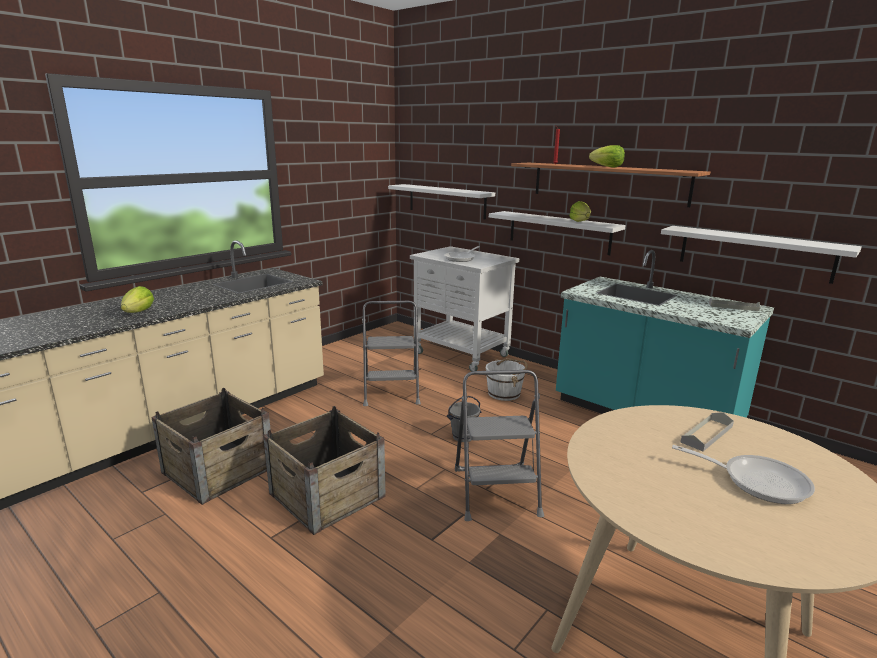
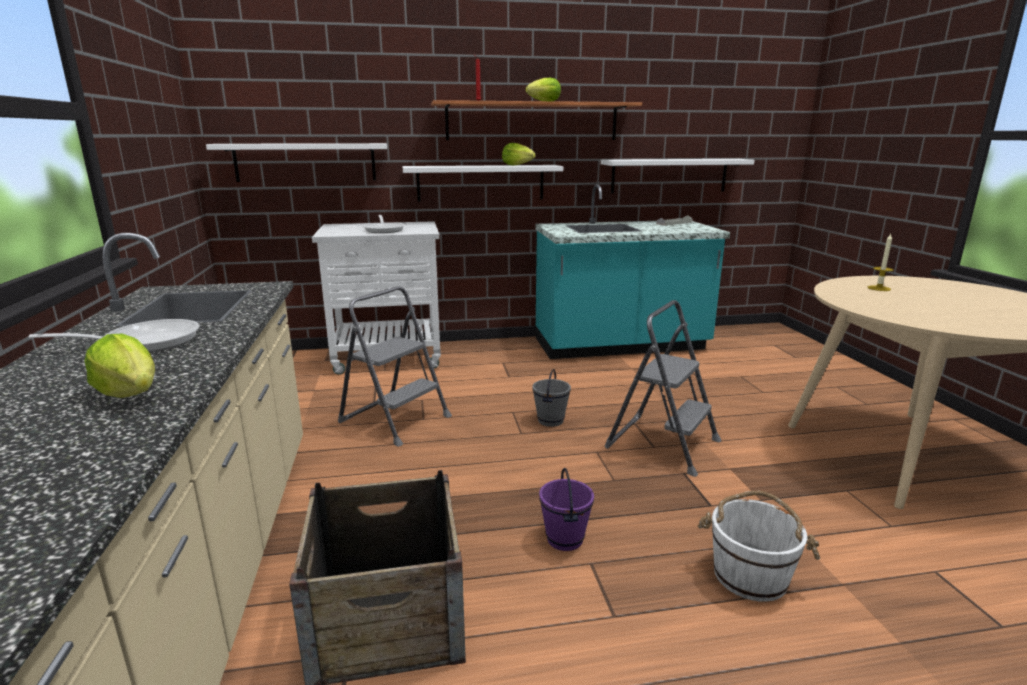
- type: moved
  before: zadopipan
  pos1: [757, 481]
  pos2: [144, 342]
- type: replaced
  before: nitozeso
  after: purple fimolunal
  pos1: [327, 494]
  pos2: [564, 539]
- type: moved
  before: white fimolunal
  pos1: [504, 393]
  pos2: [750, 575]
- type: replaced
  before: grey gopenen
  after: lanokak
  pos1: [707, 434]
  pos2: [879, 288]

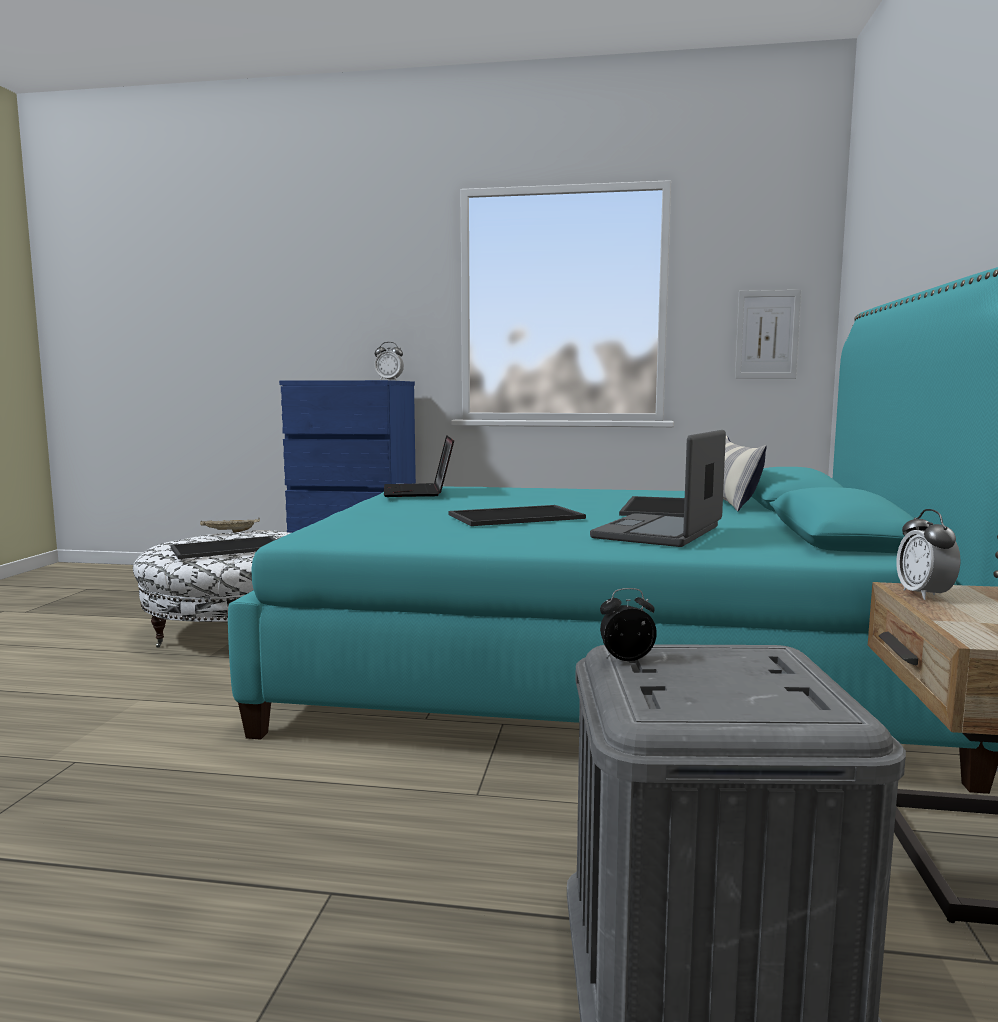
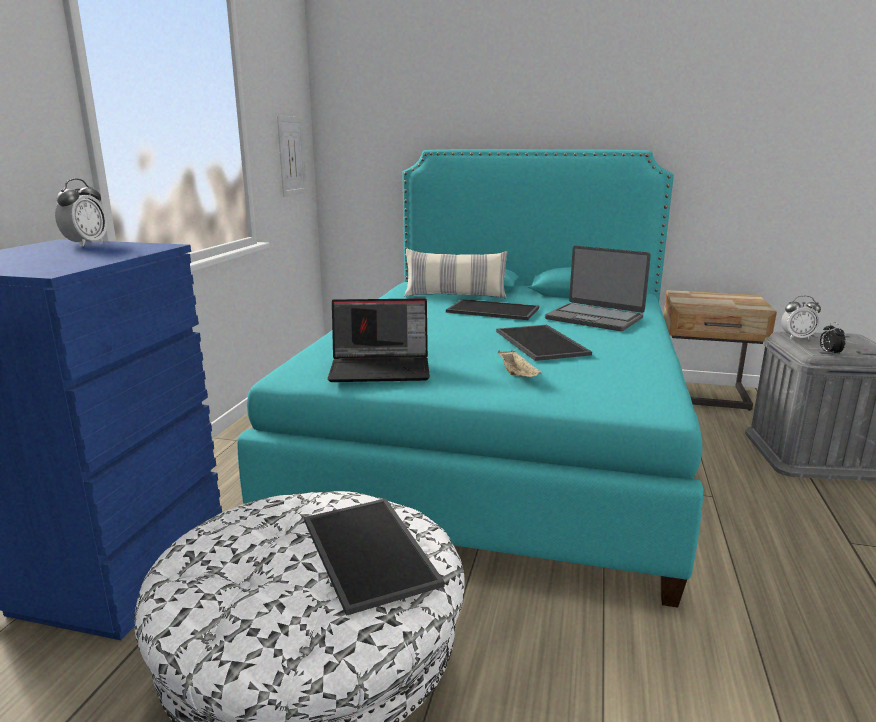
- type: moved
  before: beige gopenen
  pos1: [229, 532]
  pos2: [518, 376]
- type: moved
  before: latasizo
  pos1: [924, 595]
  pos2: [797, 338]

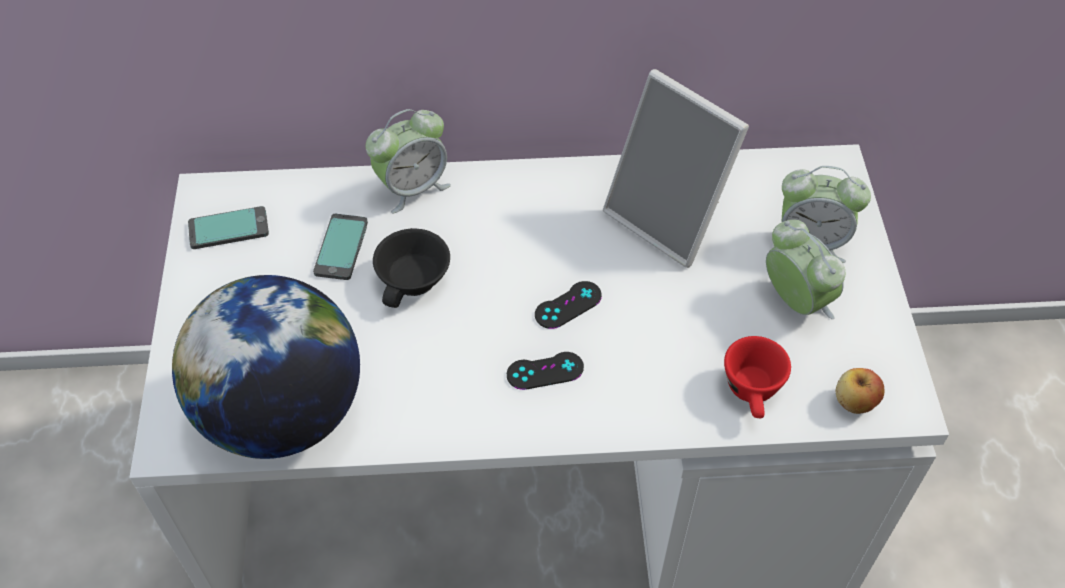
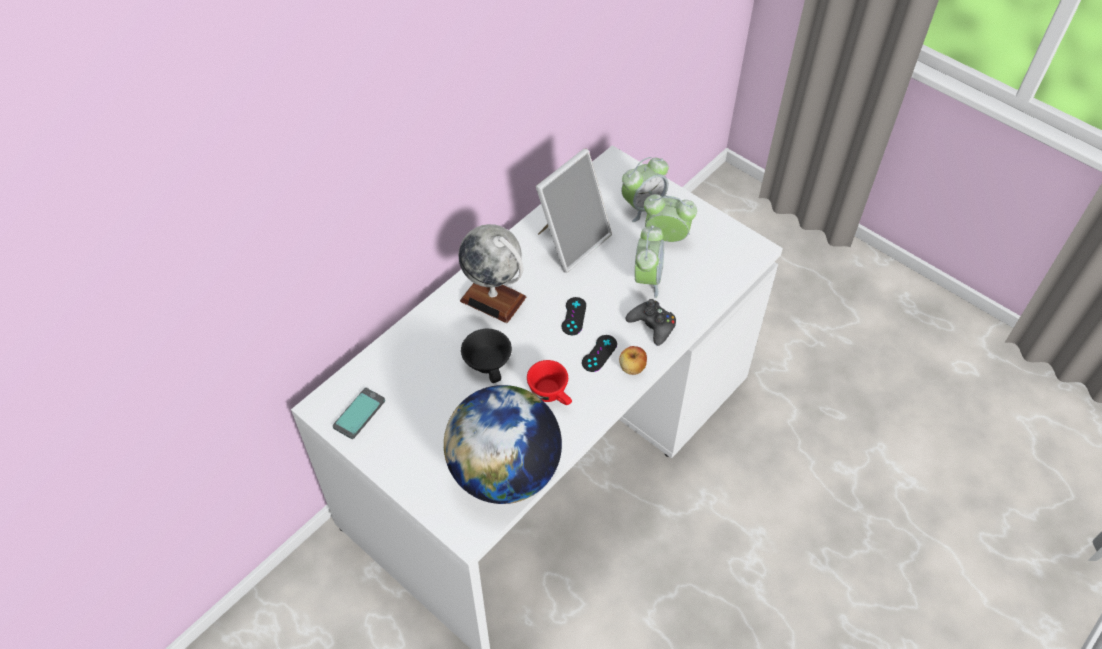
- type: added
  after: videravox
  pos2: [493, 299]
- type: moved
  before: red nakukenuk
  pos1: [753, 393]
  pos2: [552, 394]
- type: turned
  before: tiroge
  pos1: [670, 218]
  pos2: [571, 241]
  turn: -45
- type: moved
  before: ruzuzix
  pos1: [854, 402]
  pos2: [632, 368]
- type: added
  after: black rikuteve
  pos2: [652, 325]
- type: moved
  before: latasizo
  pos1: [412, 187]
  pos2: [647, 279]
- type: removed
  before: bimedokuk
  pos1: [341, 248]

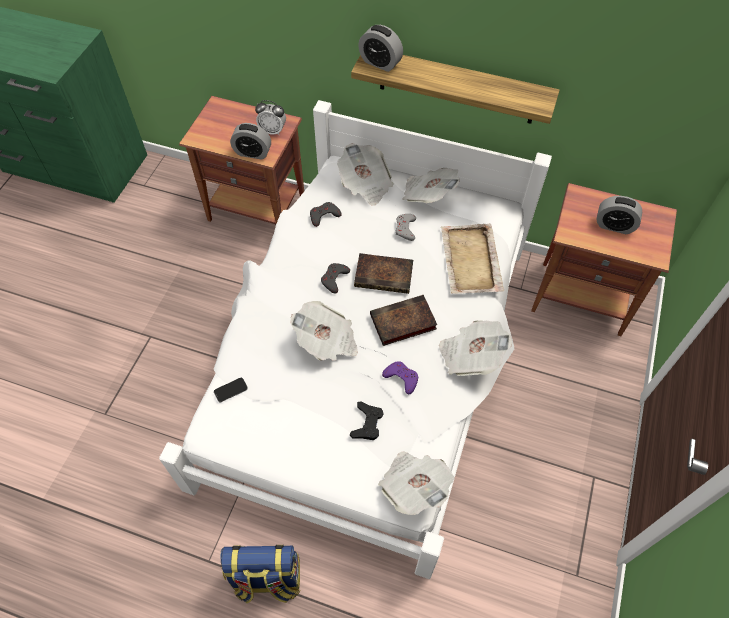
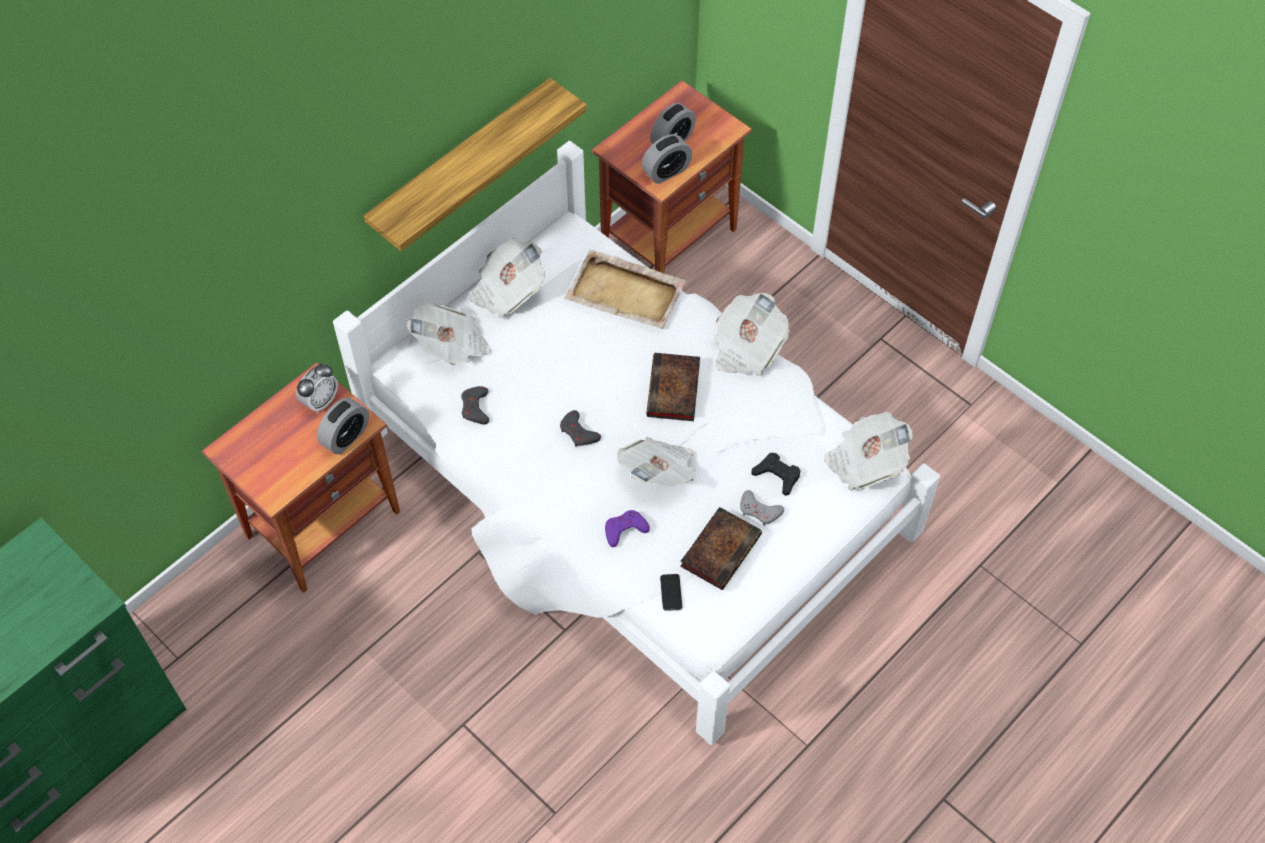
- type: moved
  before: purple rikuteve
  pos1: [401, 378]
  pos2: [625, 530]
- type: moved
  before: latasizo
  pos1: [380, 63]
  pos2: [666, 172]
- type: moved
  before: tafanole
  pos1: [385, 275]
  pos2: [721, 549]
- type: moved
  before: grey rikuteve
  pos1: [405, 229]
  pos2: [759, 511]
- type: removed
  before: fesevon
  pos1: [267, 579]

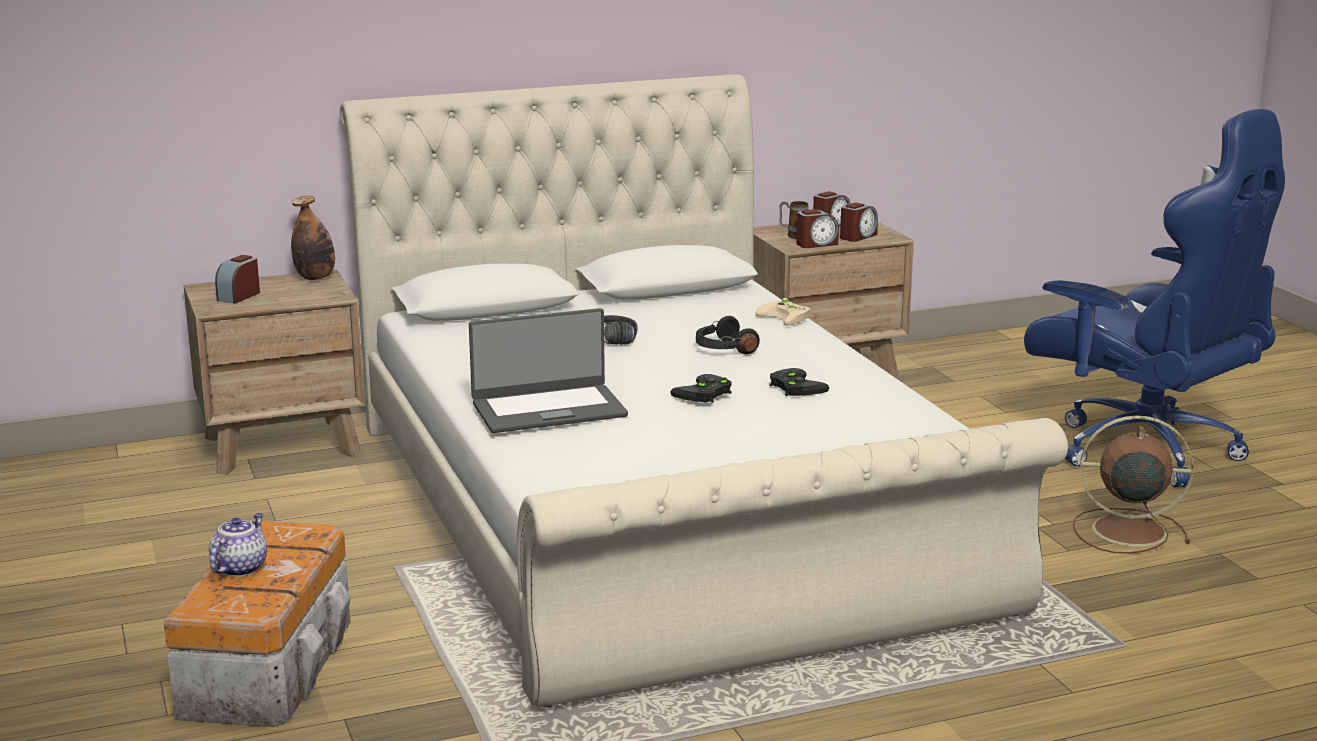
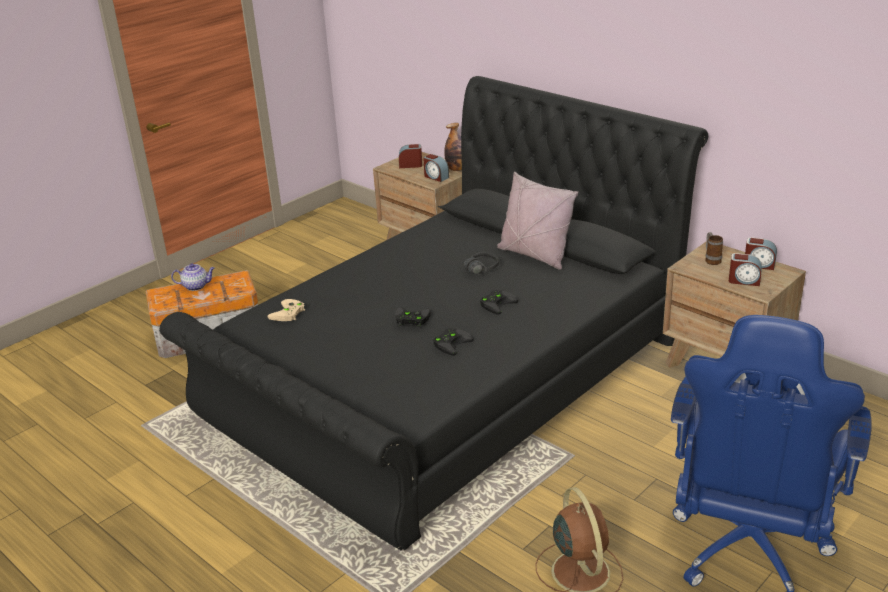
- type: recoloured
  before: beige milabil
  after: black milabil
  pos1: [657, 510]
  pos2: [448, 375]
- type: moved
  before: beige rikuteve
  pos1: [787, 317]
  pos2: [288, 314]
- type: moved
  before: latasizo
  pos1: [816, 244]
  pos2: [436, 177]
- type: replaced
  before: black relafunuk
  after: black rikuteve
  pos1: [723, 348]
  pos2: [497, 303]
- type: added
  after: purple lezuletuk
  pos2: [534, 255]
- type: removed
  before: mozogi
  pos1: [548, 409]

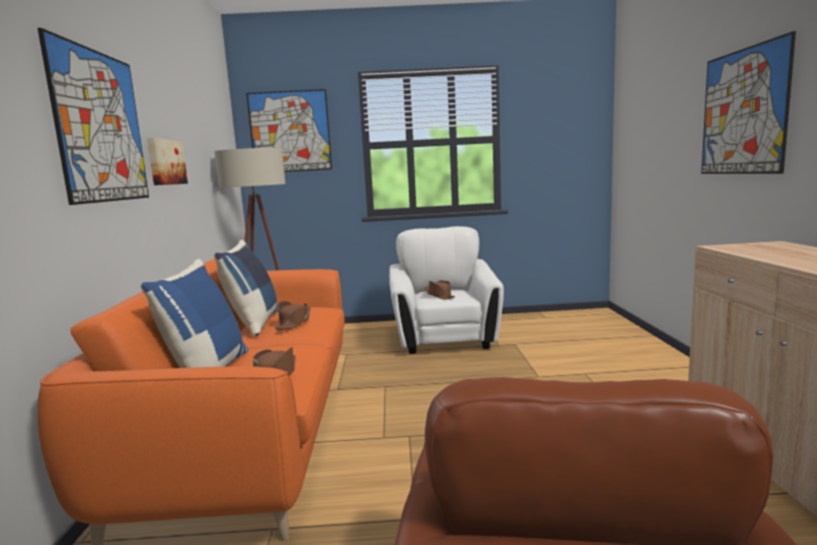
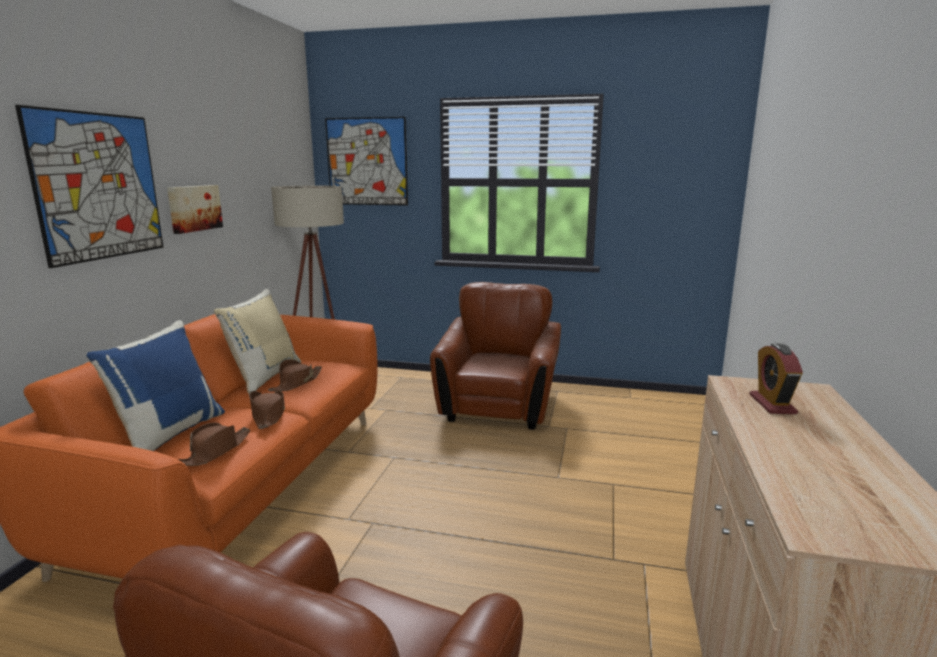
- type: recoloured
  before: blue lezuletuk
  after: beige lezuletuk
  pos1: [253, 323]
  pos2: [264, 376]
- type: moved
  before: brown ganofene
  pos1: [439, 295]
  pos2: [268, 415]
- type: recoloured
  before: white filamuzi
  after: brown filamuzi
  pos1: [444, 338]
  pos2: [498, 407]
- type: added
  after: latasizo
  pos2: [772, 404]
- type: removed
  before: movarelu
  pos1: [743, 112]

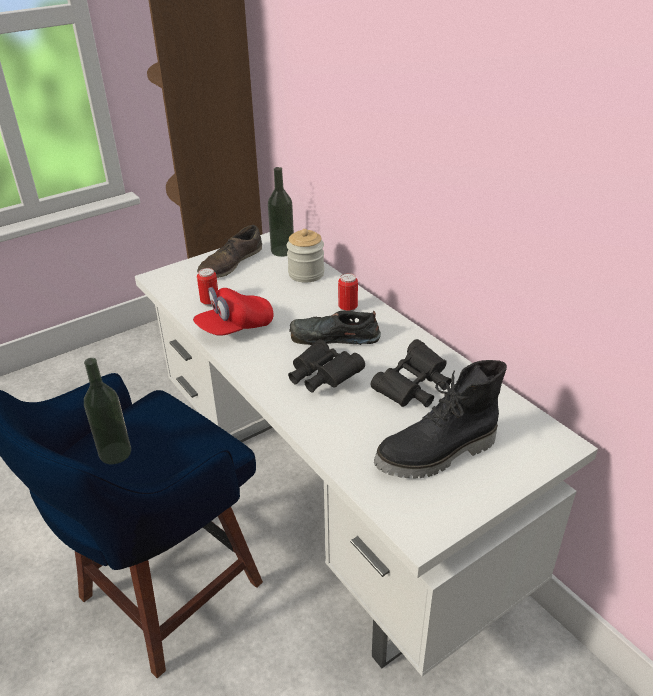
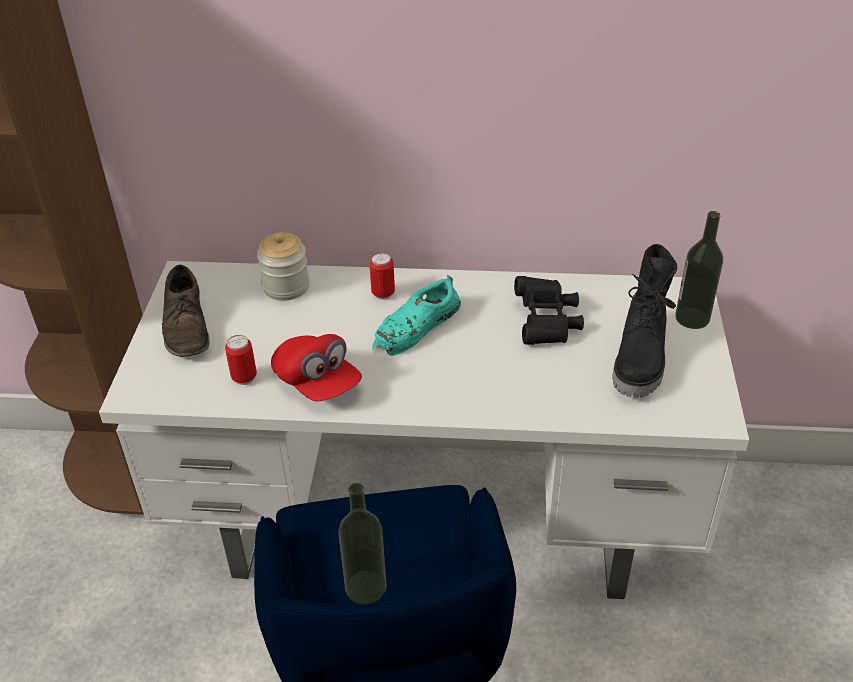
- type: turned
  before: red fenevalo
  pos1: [235, 328]
  pos2: [317, 382]
  turn: -45
- type: recoloured
  before: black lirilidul
  after: turquoise lirilidul
  pos1: [333, 337]
  pos2: [416, 327]
- type: moved
  before: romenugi
  pos1: [282, 251]
  pos2: [692, 318]
- type: removed
  before: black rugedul
  pos1: [322, 378]

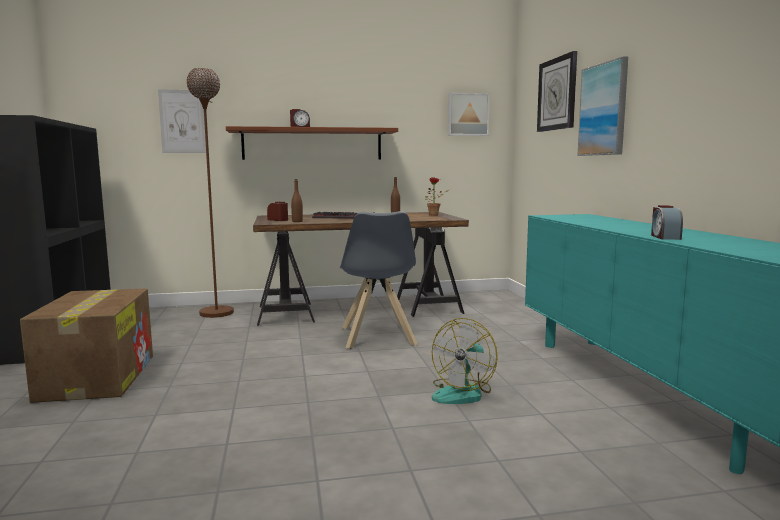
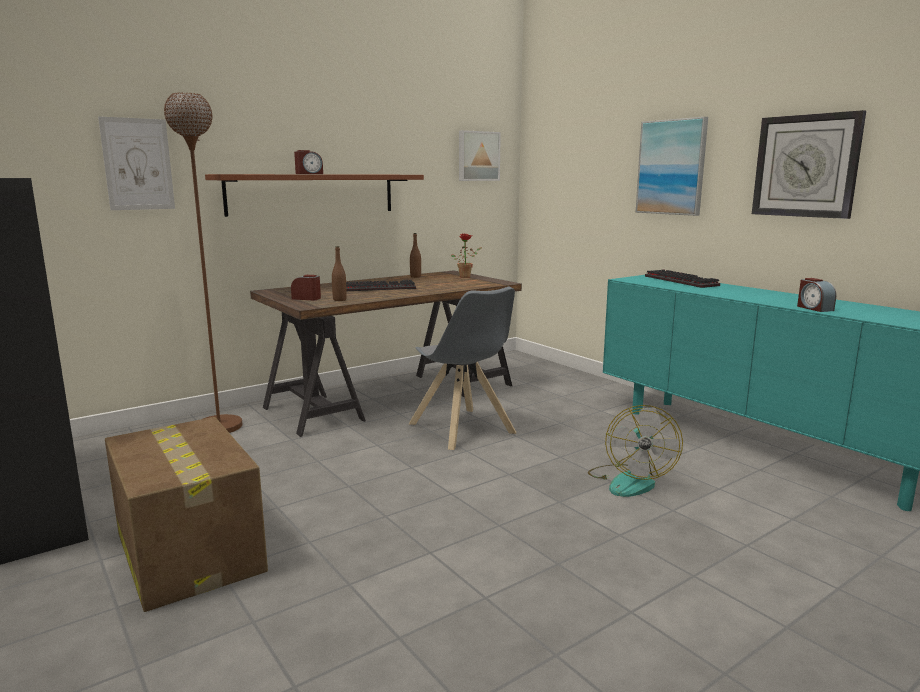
- type: added
  after: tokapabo
  pos2: [683, 281]
- type: moved
  before: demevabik
  pos1: [557, 94]
  pos2: [806, 166]

